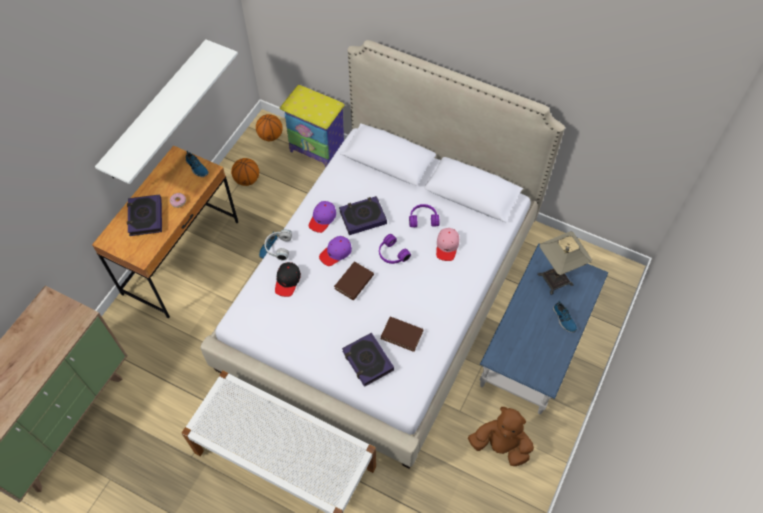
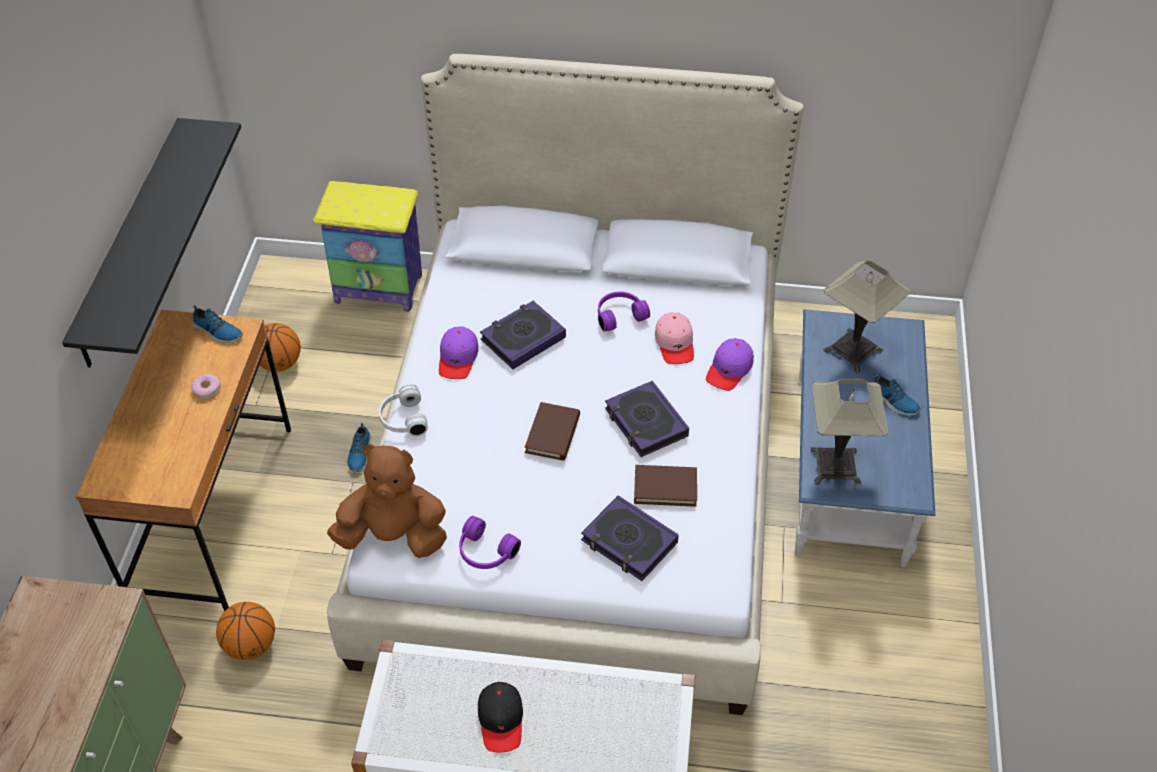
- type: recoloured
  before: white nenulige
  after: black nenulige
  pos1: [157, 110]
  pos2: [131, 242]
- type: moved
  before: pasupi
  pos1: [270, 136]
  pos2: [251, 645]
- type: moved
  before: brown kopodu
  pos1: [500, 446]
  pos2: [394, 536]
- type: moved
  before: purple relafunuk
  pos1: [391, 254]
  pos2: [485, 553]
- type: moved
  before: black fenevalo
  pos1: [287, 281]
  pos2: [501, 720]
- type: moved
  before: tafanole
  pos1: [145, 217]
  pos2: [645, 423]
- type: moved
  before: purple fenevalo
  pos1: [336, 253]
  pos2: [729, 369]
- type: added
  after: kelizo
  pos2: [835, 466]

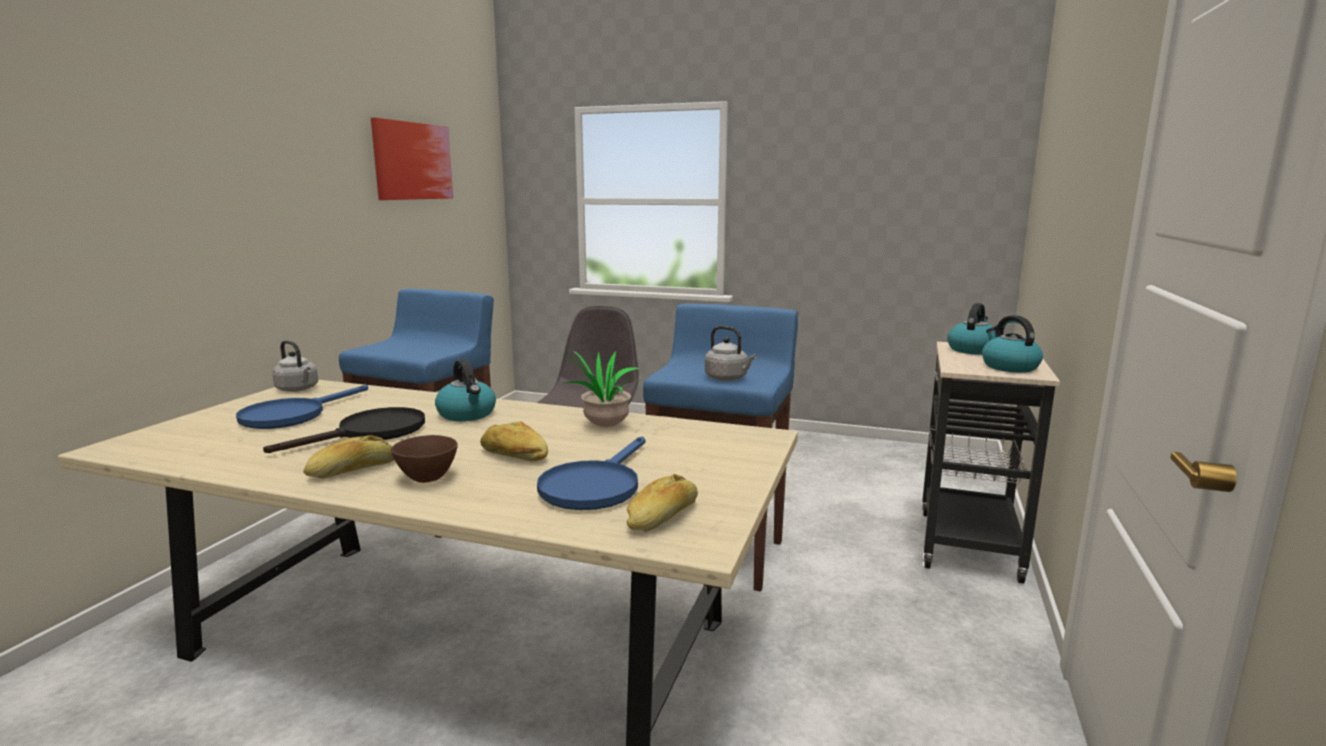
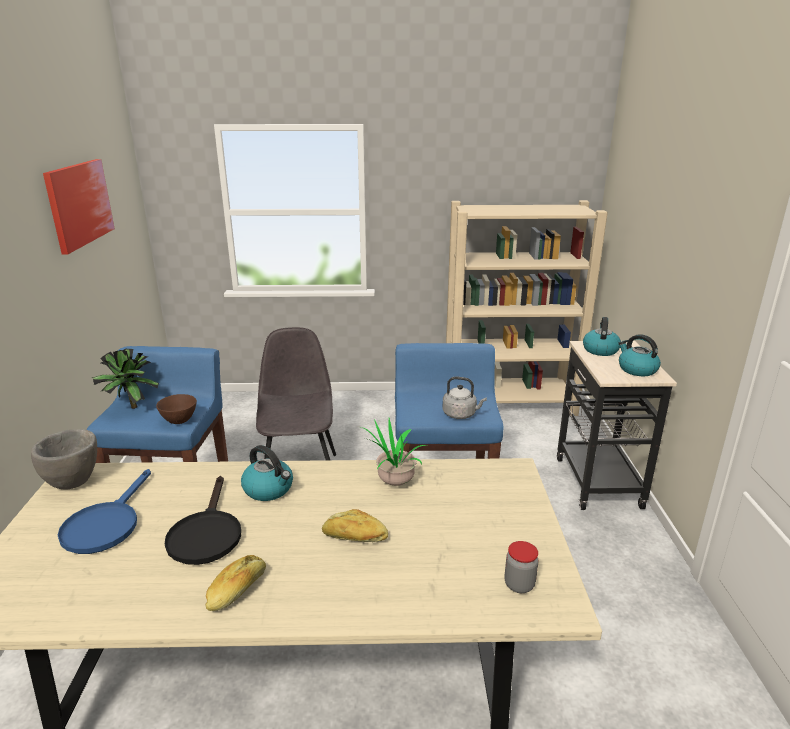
- type: replaced
  before: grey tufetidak
  after: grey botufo
  pos1: [298, 389]
  pos2: [73, 483]
- type: added
  after: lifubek
  pos2: [129, 408]
- type: moved
  before: brown botufo
  pos1: [428, 478]
  pos2: [180, 421]
- type: turned
  before: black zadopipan
  pos1: [371, 433]
  pos2: [206, 533]
  turn: 150
- type: added
  after: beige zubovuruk
  pos2: [508, 402]
- type: replaced
  before: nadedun
  after: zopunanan
  pos1: [662, 517]
  pos2: [519, 584]
- type: removed
  before: blue zadopipan
  pos1: [595, 485]

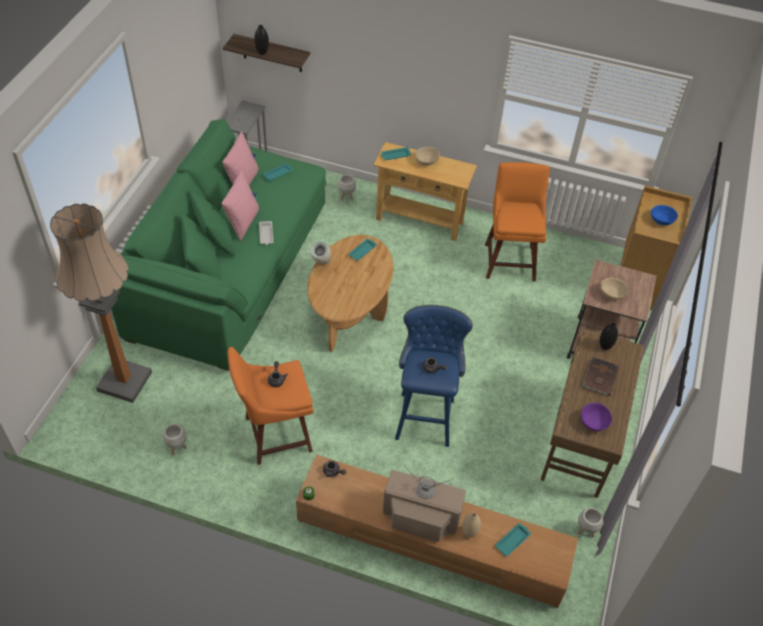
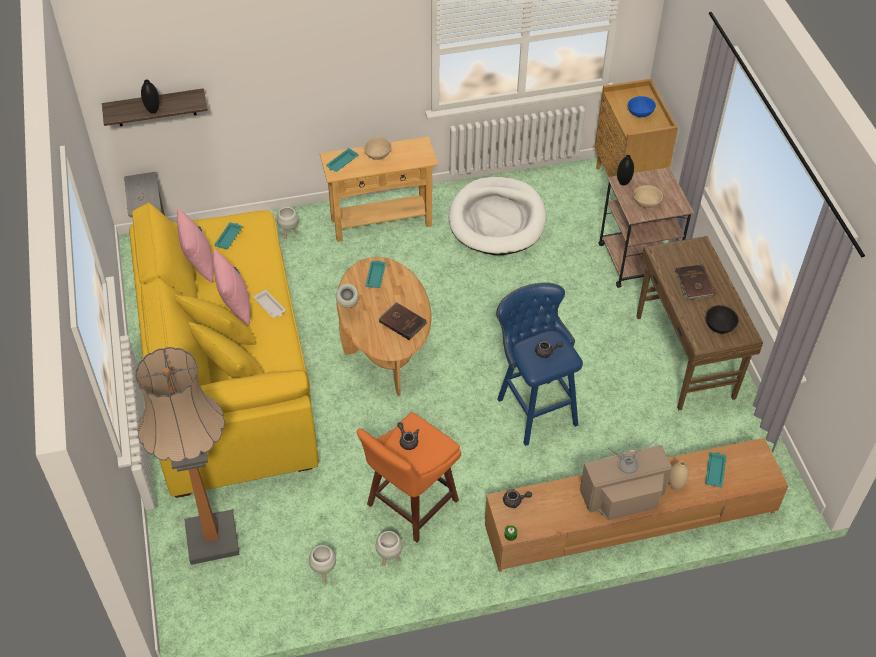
- type: recoloured
  before: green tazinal
  after: yellow tazinal
  pos1: [231, 269]
  pos2: [228, 365]
- type: moved
  before: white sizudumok
  pos1: [585, 531]
  pos2: [389, 558]
- type: added
  after: brown tafanole
  pos2: [402, 322]
- type: replaced
  before: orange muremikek
  after: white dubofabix
  pos1: [510, 260]
  pos2: [497, 220]
- type: moved
  before: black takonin
  pos1: [605, 347]
  pos2: [623, 183]
- type: recoloured
  before: purple botufo
  after: black botufo
  pos1: [593, 422]
  pos2: [719, 326]

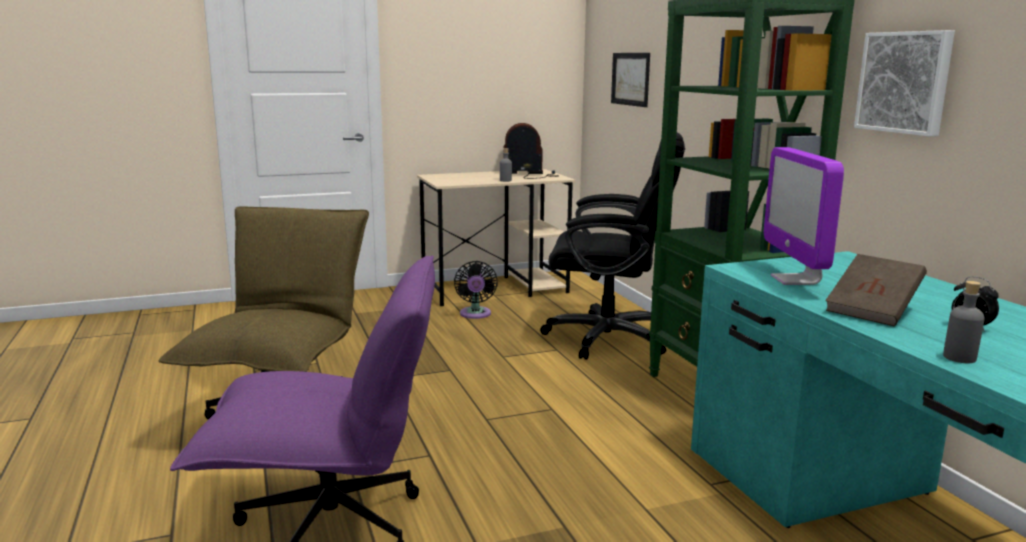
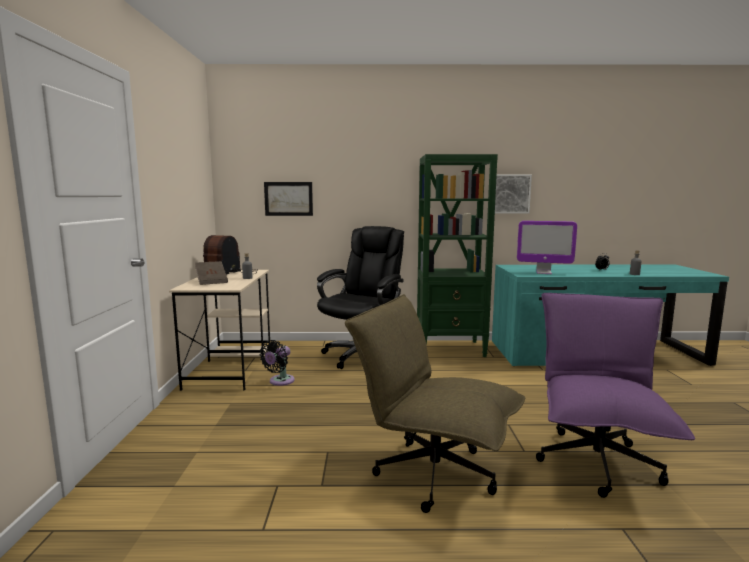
- type: moved
  before: brown tafanole
  pos1: [873, 310]
  pos2: [211, 281]
- type: turned
  before: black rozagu
  pos1: [475, 314]
  pos2: [280, 381]
  turn: 105

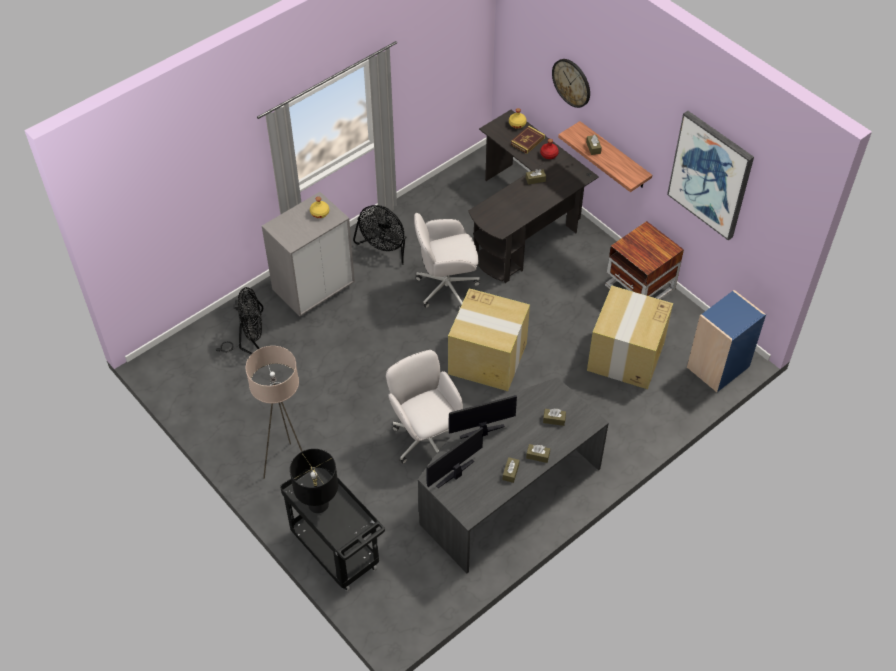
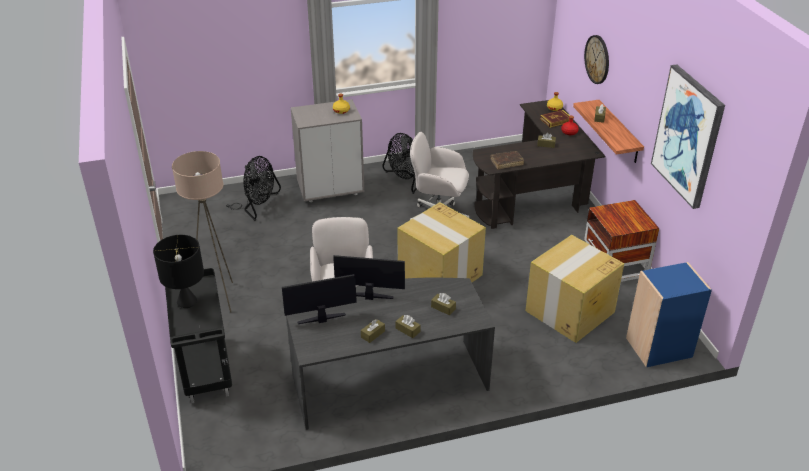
- type: added
  after: brown tafanole
  pos2: [506, 162]

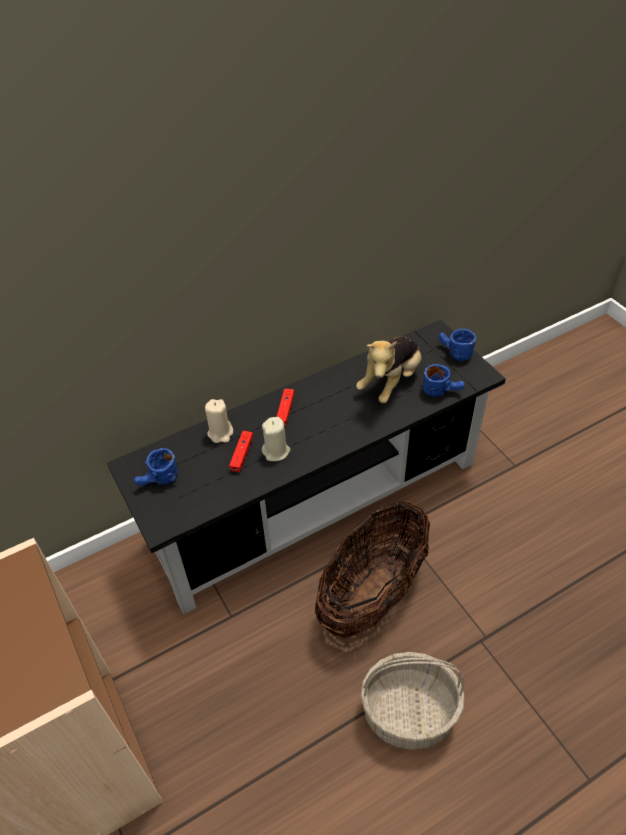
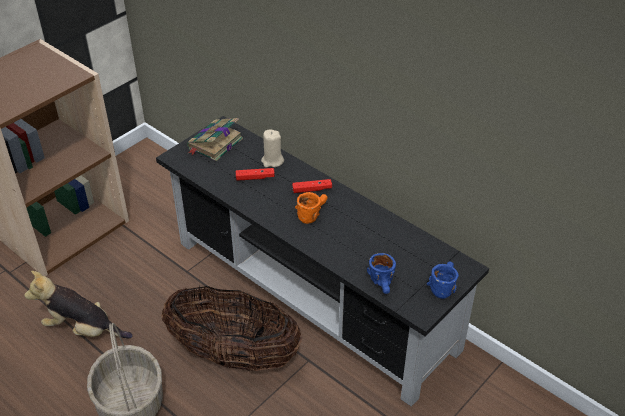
- type: moved
  before: kopodu
  pos1: [391, 382]
  pos2: [82, 329]
- type: replaced
  before: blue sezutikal
  after: tafanole
  pos1: [159, 481]
  pos2: [214, 144]
- type: added
  after: orange sezutikal
  pos2: [312, 213]
- type: removed
  before: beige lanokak
  pos1: [276, 451]

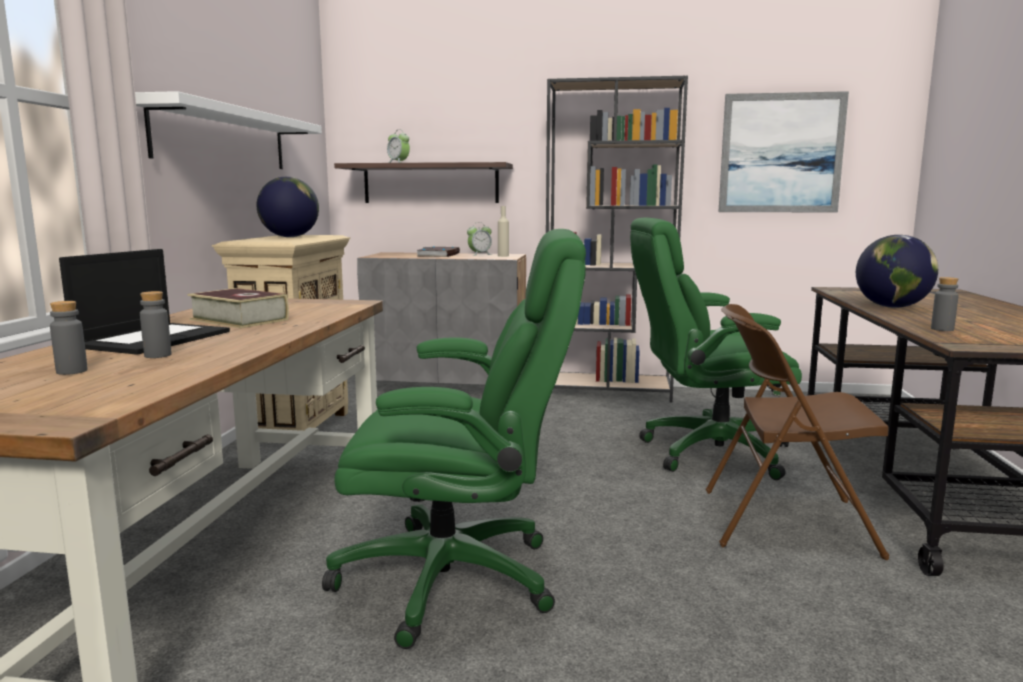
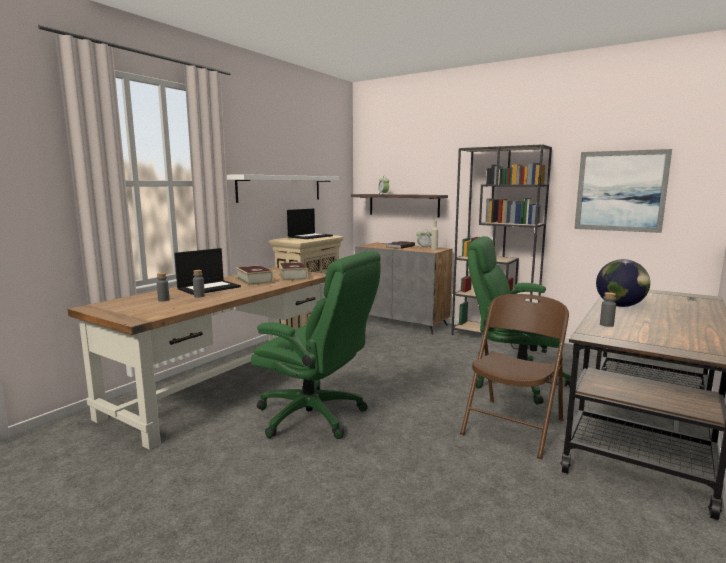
- type: added
  after: tafanole
  pos2: [293, 276]
- type: replaced
  before: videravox
  after: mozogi
  pos1: [290, 237]
  pos2: [310, 236]
- type: turned
  before: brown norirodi
  pos1: [787, 521]
  pos2: [513, 427]
  turn: 90

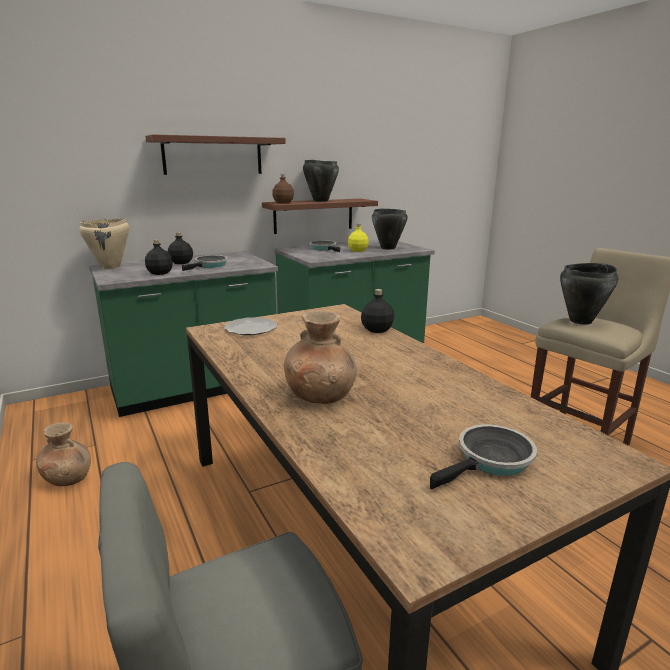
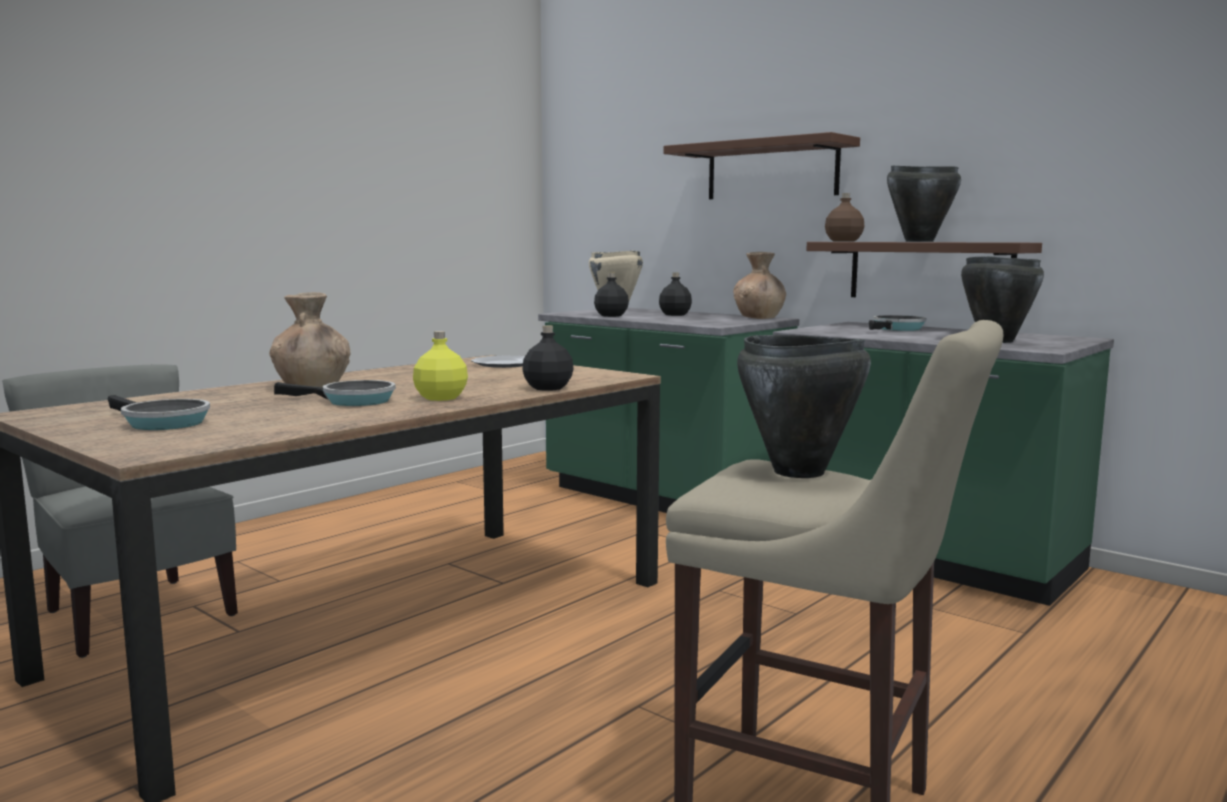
- type: moved
  before: zadopipan
  pos1: [209, 266]
  pos2: [352, 401]
- type: moved
  before: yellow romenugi
  pos1: [358, 250]
  pos2: [442, 398]
- type: moved
  before: brown takonin
  pos1: [68, 478]
  pos2: [759, 318]

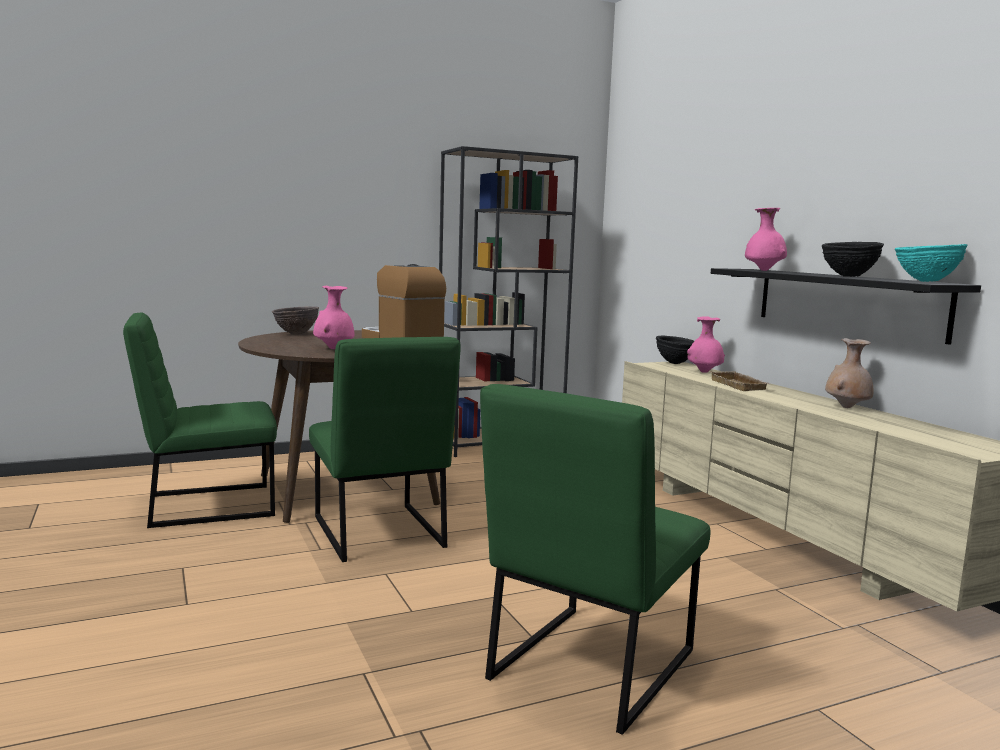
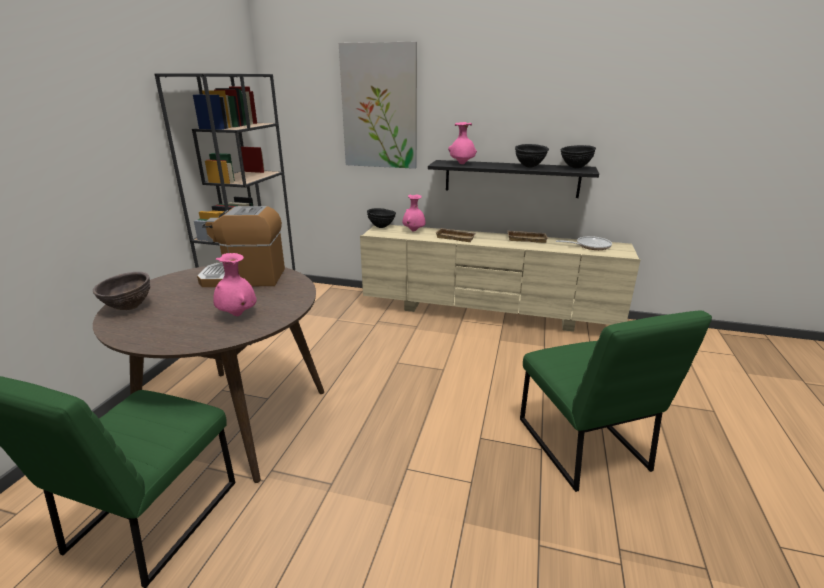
- type: added
  after: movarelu
  pos2: [379, 107]
- type: replaced
  before: beige takonin
  after: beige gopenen
  pos1: [847, 407]
  pos2: [527, 239]
- type: added
  after: zadopipan
  pos2: [590, 246]
- type: recoloured
  before: turquoise botufo
  after: black botufo
  pos1: [926, 281]
  pos2: [575, 168]
- type: removed
  before: green norirodi
  pos1: [378, 533]

